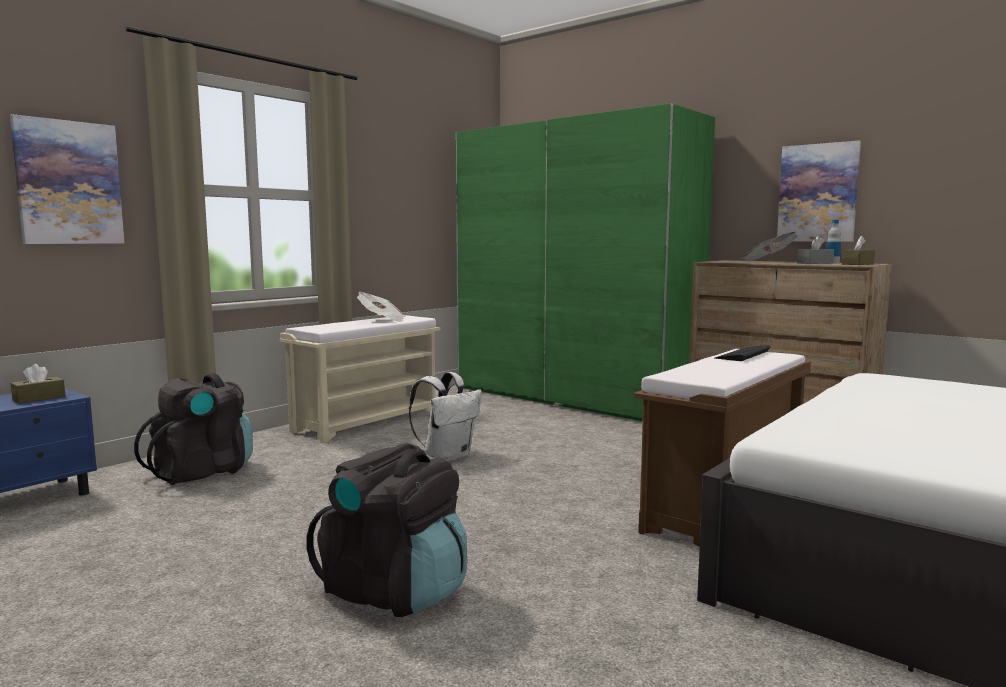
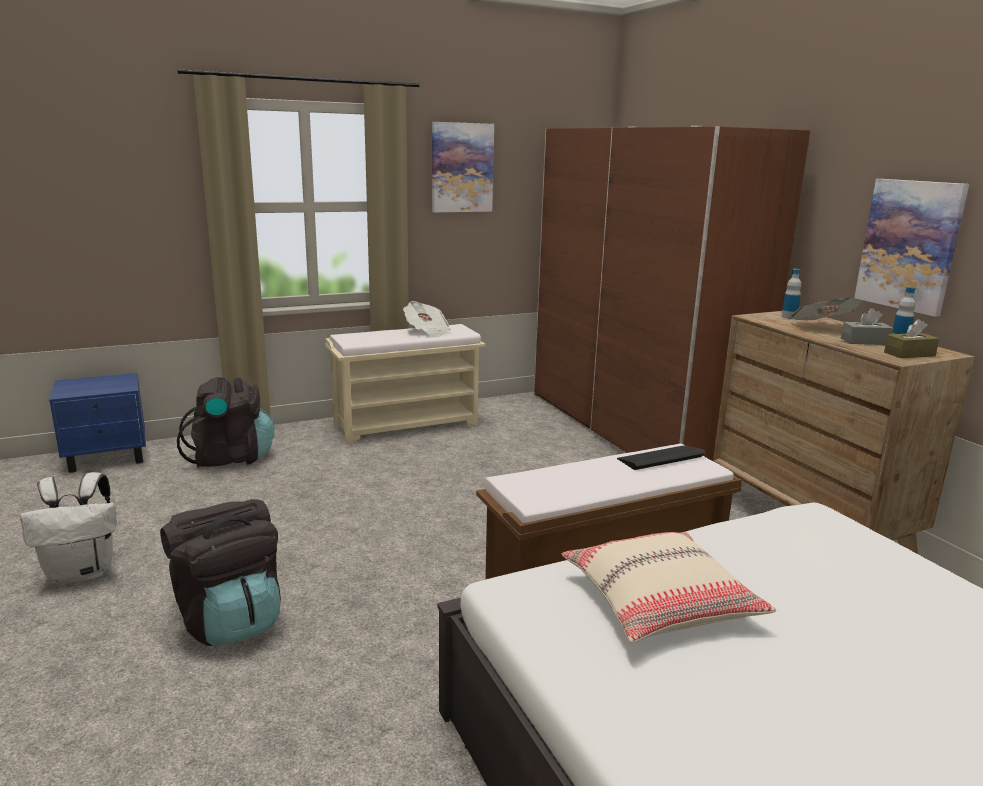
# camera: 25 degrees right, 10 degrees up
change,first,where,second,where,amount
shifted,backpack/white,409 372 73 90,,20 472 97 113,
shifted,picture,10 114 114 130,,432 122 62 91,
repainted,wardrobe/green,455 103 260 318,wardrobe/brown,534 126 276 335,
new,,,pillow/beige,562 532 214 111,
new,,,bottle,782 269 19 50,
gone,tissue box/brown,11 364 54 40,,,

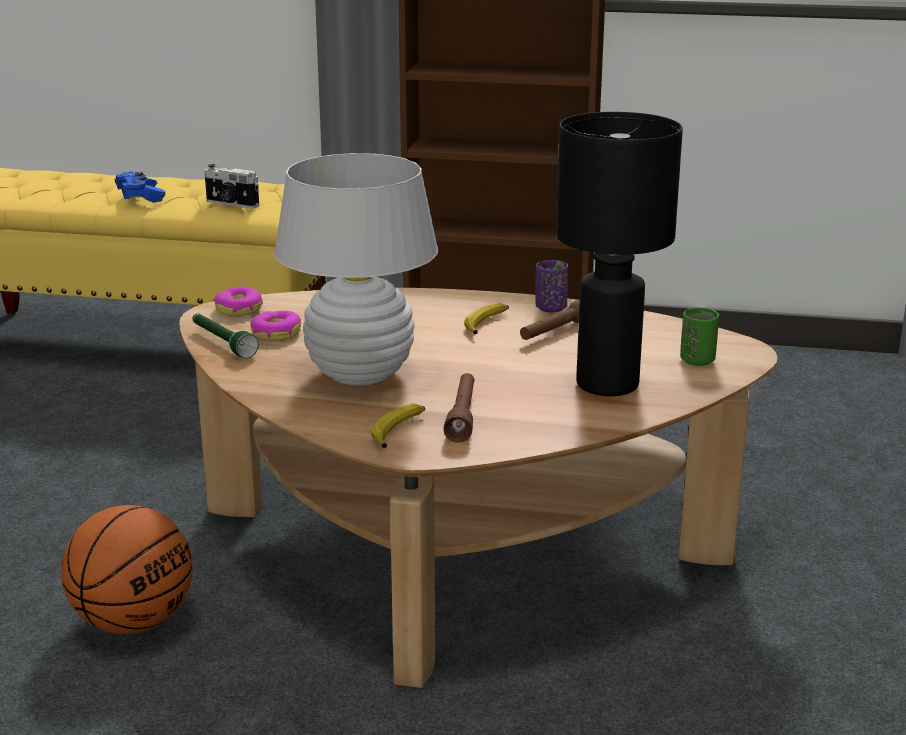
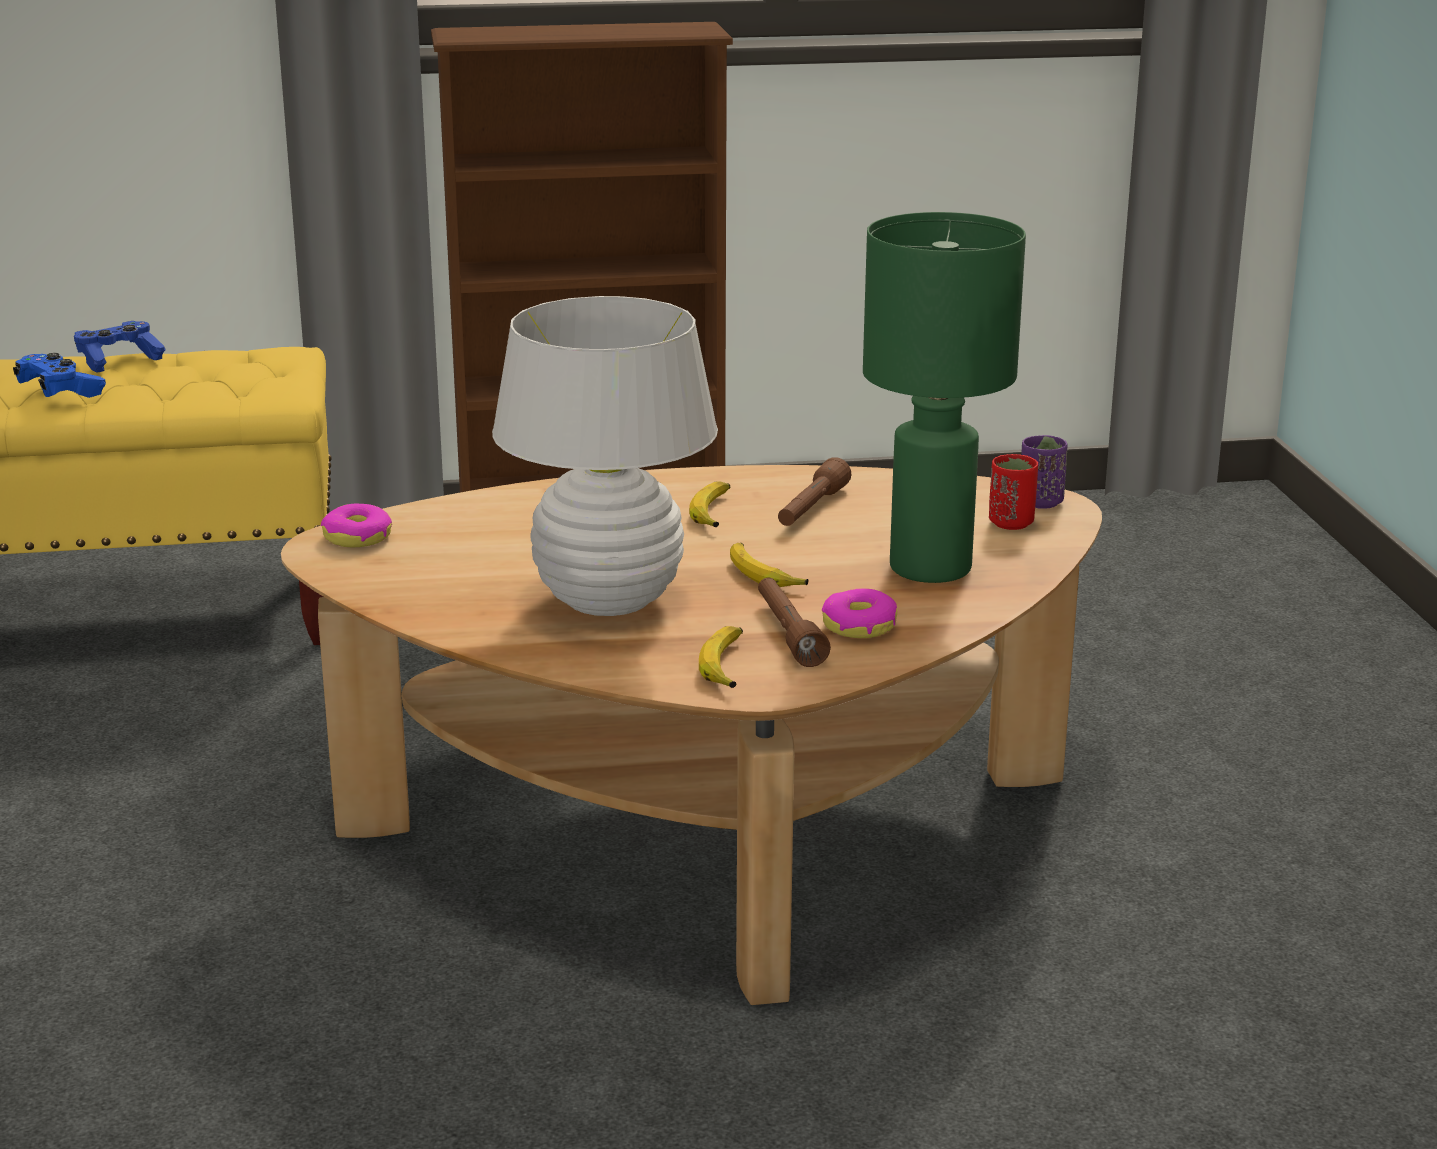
# camera: 20 degrees left, 0 degrees up
change,first,where,second,where,amount
new,,,game controller/blue,74 321 92 51,
new,,,banana,730 543 78 44,
shifted,donut,251 310 50 31,,822 588 75 50,
repainted,table lamp/black,556 112 127 284,table lamp/green,863 212 163 371,
repainted,cup/green,680 307 39 59,cup/red,989 454 49 76,
shifted,cup/purple,535 260 33 53,,1021 435 47 74,
gone,basketball,61 505 132 129,,,
gone,flashlight/green,192 314 67 44,,,
gone,photo camera,204 164 55 45,,,

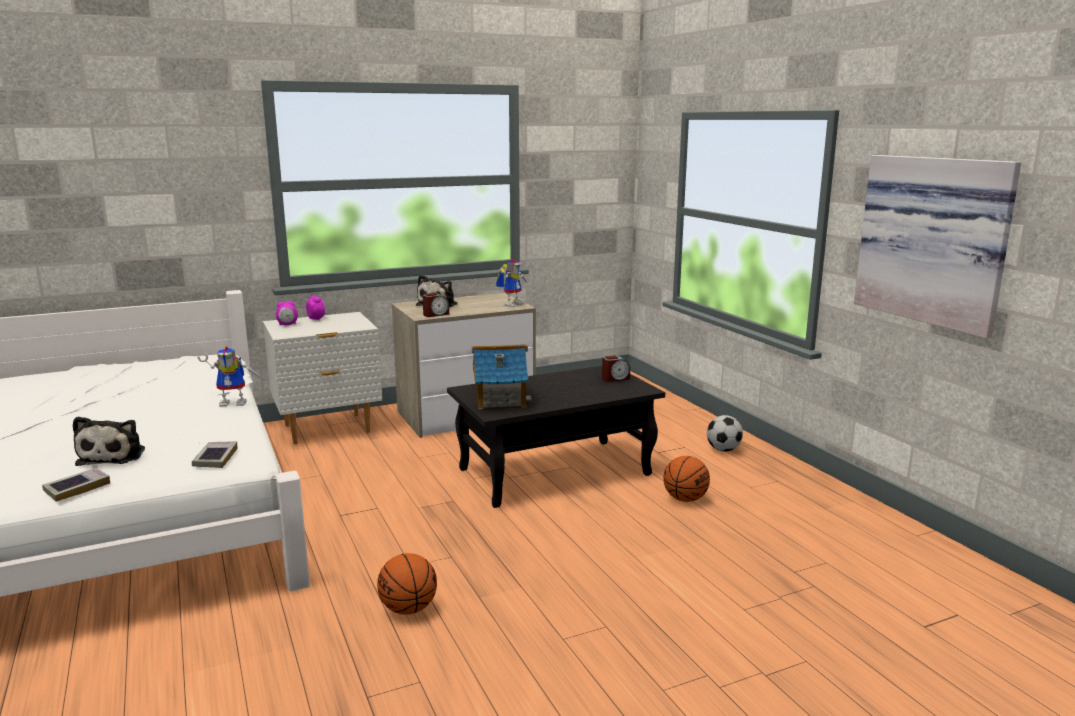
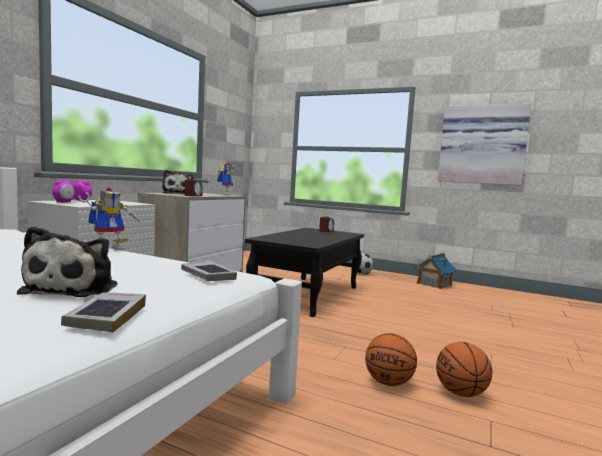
# camera: 40 degrees left, 10 degrees down
change,first,where,second,where,amount
rotated,plush toy,73 416 72 50,,17 226 100 71,45 degrees clockwise
shifted,toy house,472 344 60 65,,415 253 42 36,
shifted,basketball,663 456 47 46,,436 342 56 55,

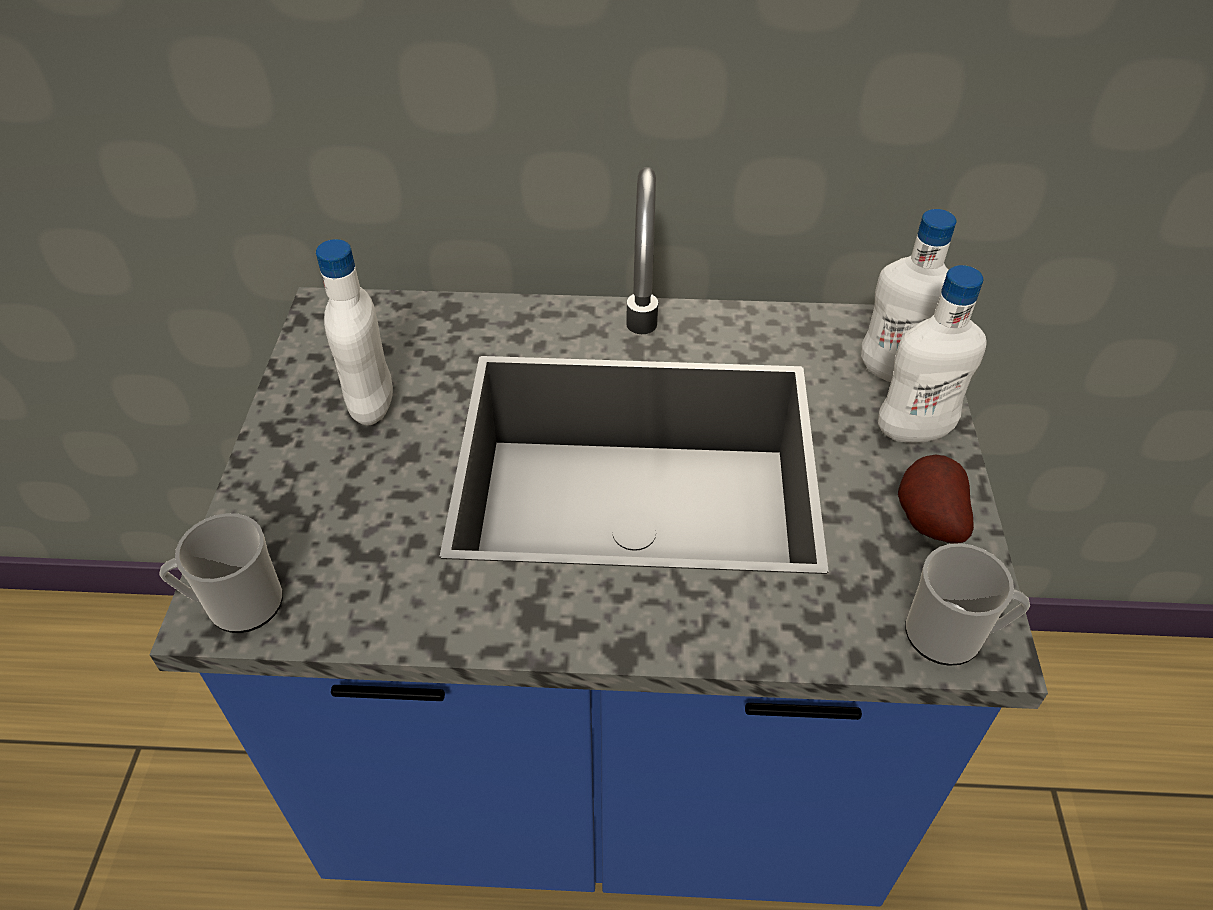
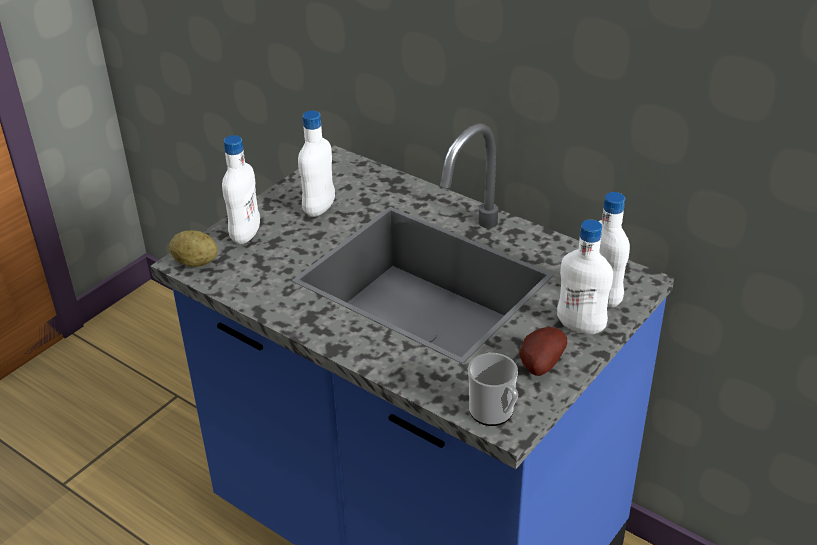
# camera: 35 degrees right, 10 degrees down
change,first,where,second,where,amount
swapped,mug,159 513 124 120,potato,169 230 49 37,
new,,,bottle/white,222 135 38 109,

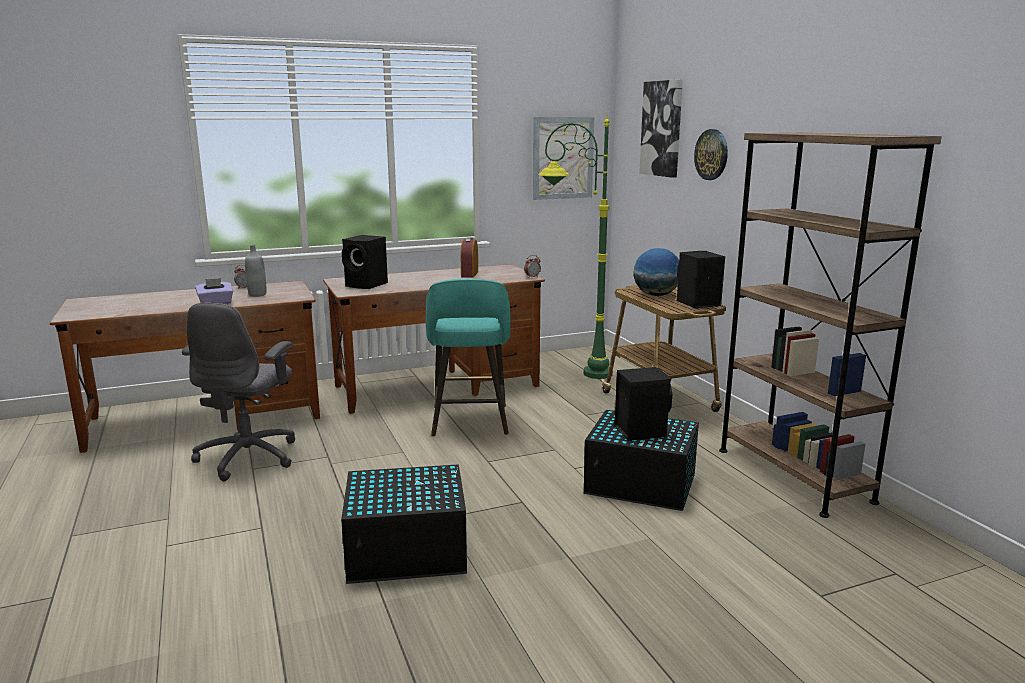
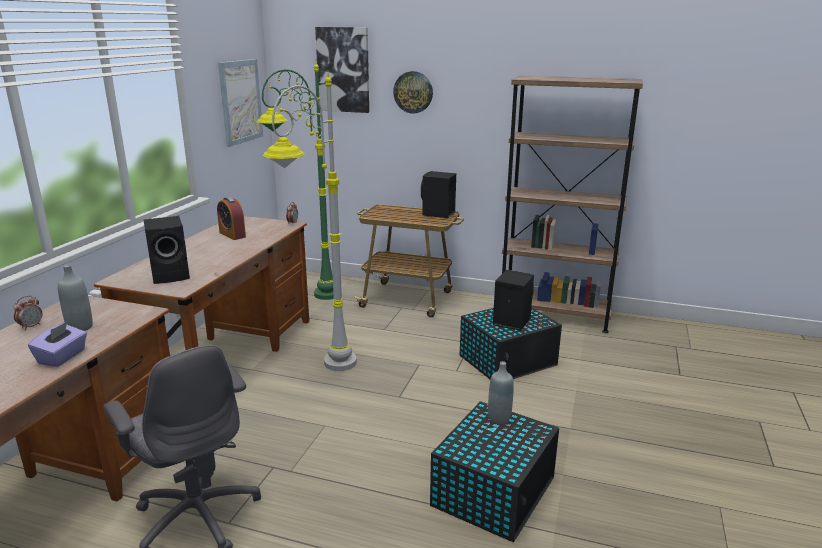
# camera: 50 degrees left, 5 degrees up
change,first,where,second,where,amount
swapped,stool/turquoise,426 279 85 157,floor lamp/grey,263 70 94 301,
new,,,bottle/grey,488 361 26 63,
gone,globe,633 248 46 48,,,

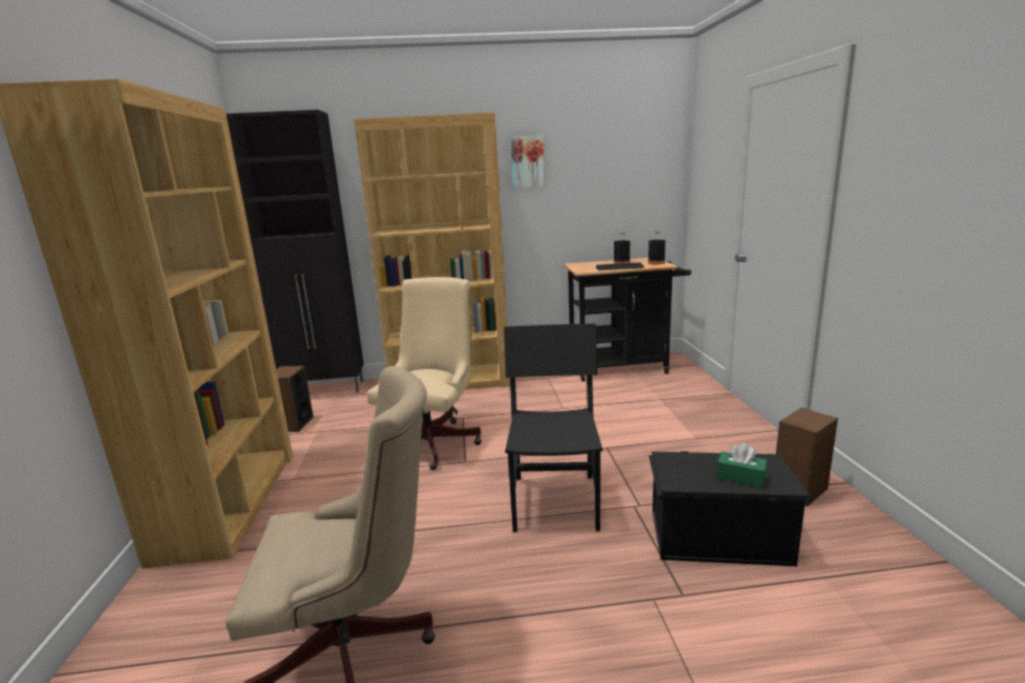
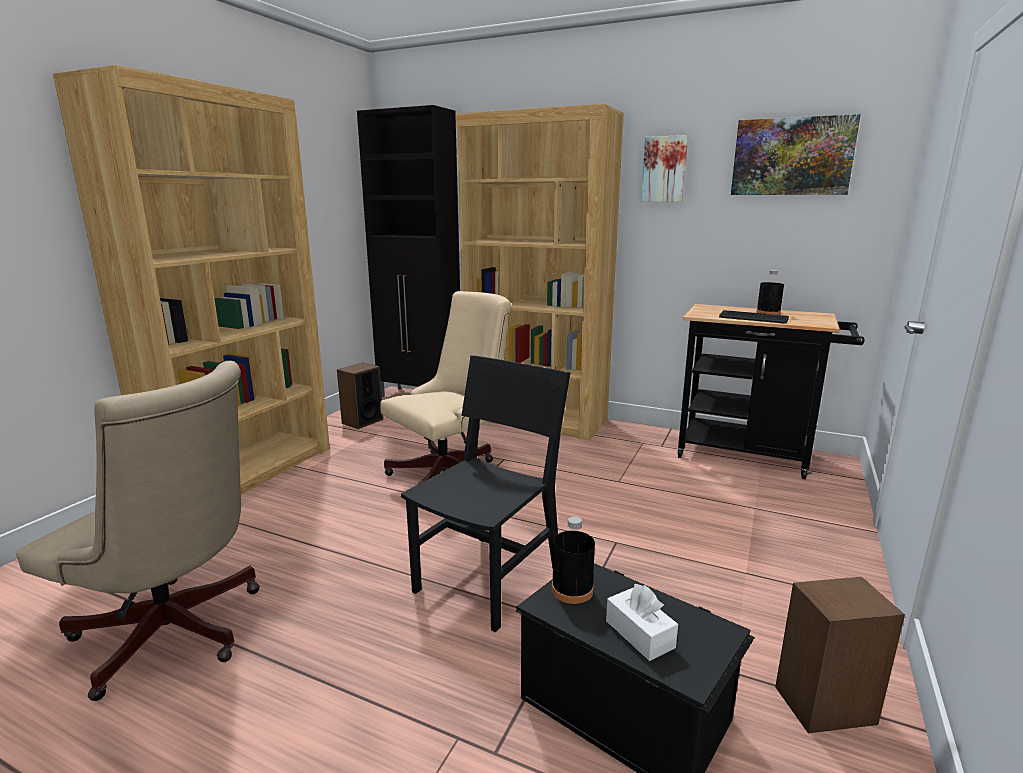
# camera: 30 degrees right, 0 degrees up
change,first,where,second,where,amount
shifted,bottle/black,648 231 17 34,,552 516 43 88,
repainted,tissue box/green,717 443 50 45,tissue box/white,606 584 72 77,
new,,,picture,731 114 130 81,

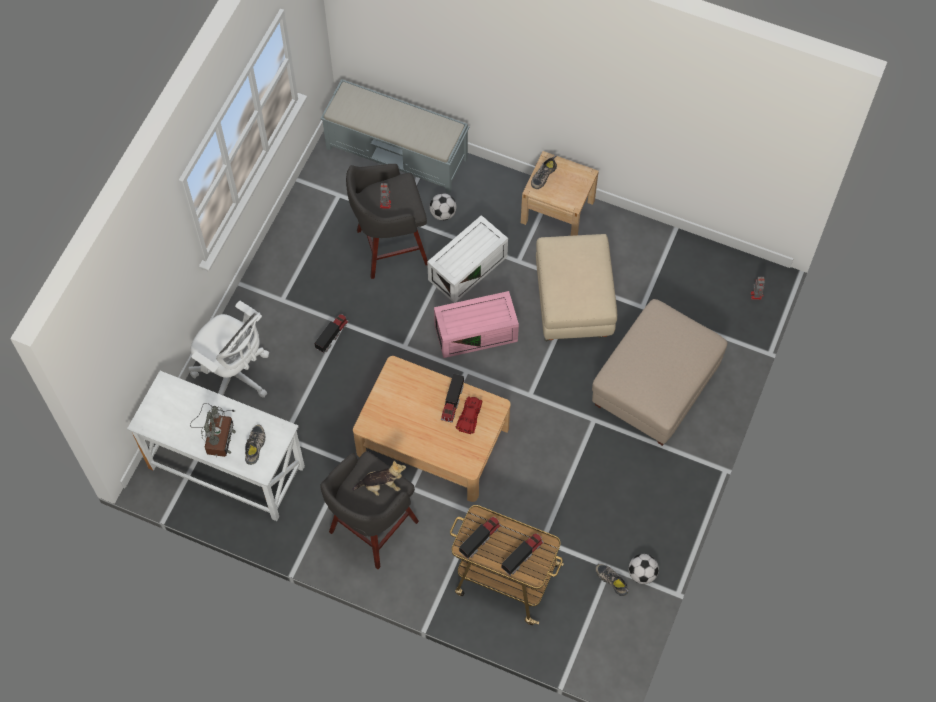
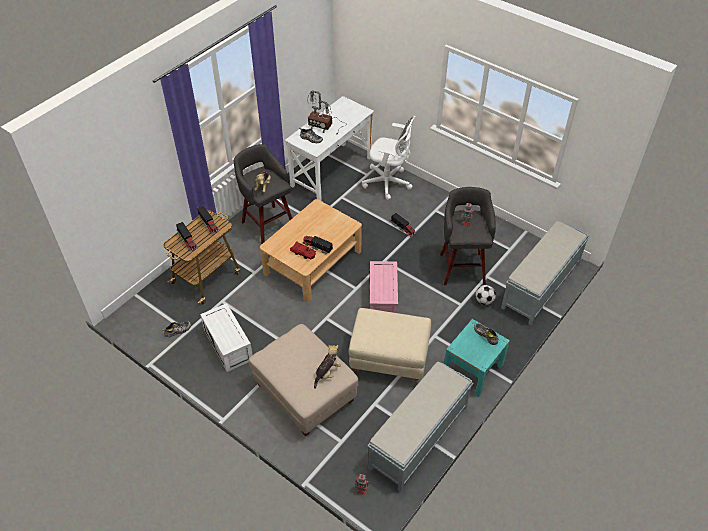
# camera: 105 degrees right, 15 degrees down
change,first,where,second,where,amount
shifted,storage box/white,427 215 81 88,,200 303 52 69,
new,,,plush toy,314 345 27 44,
rotated,office chair/white,188 301 81 97,,362 116 53 84,120 degrees counterclockwise
new,,,bench/grey,367 362 106 130,
repainted,nightstand/beige,521 151 78 85,nightstand/turquoise,444 319 66 78,
gone,football,628 554 31 30,,,

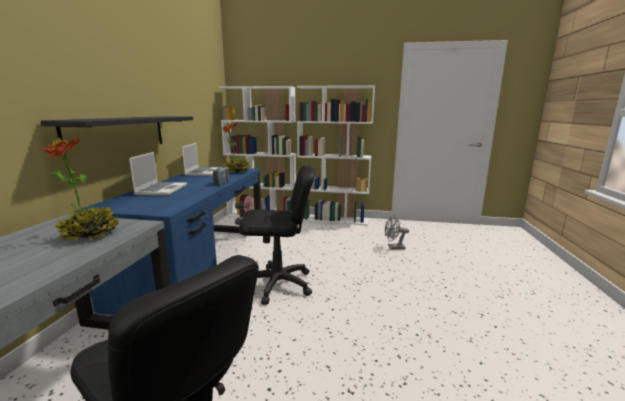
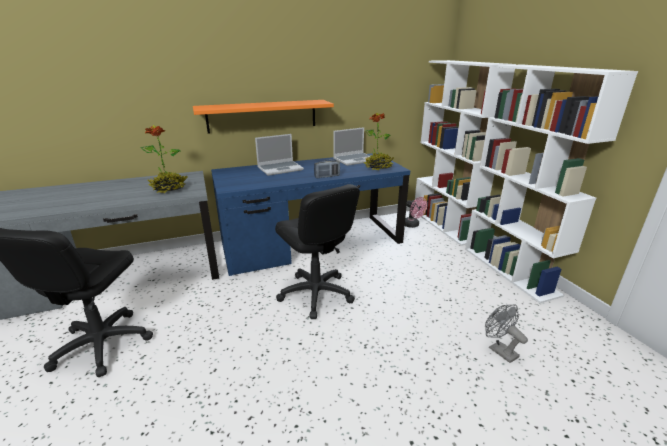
# camera: 60 degrees right, 10 degrees up
change,first,where,second,where,amount
repainted,shelf/black,41 116 152 43,shelf/orange,193 100 141 34,

